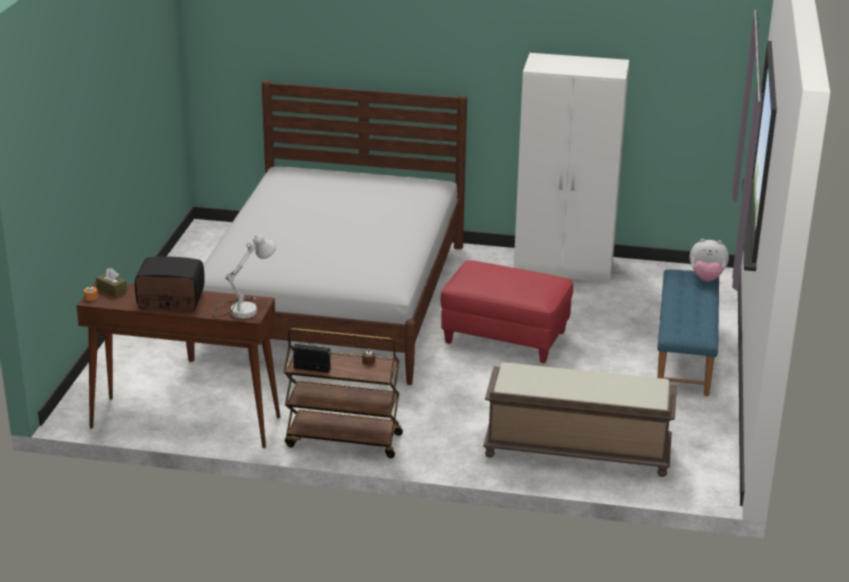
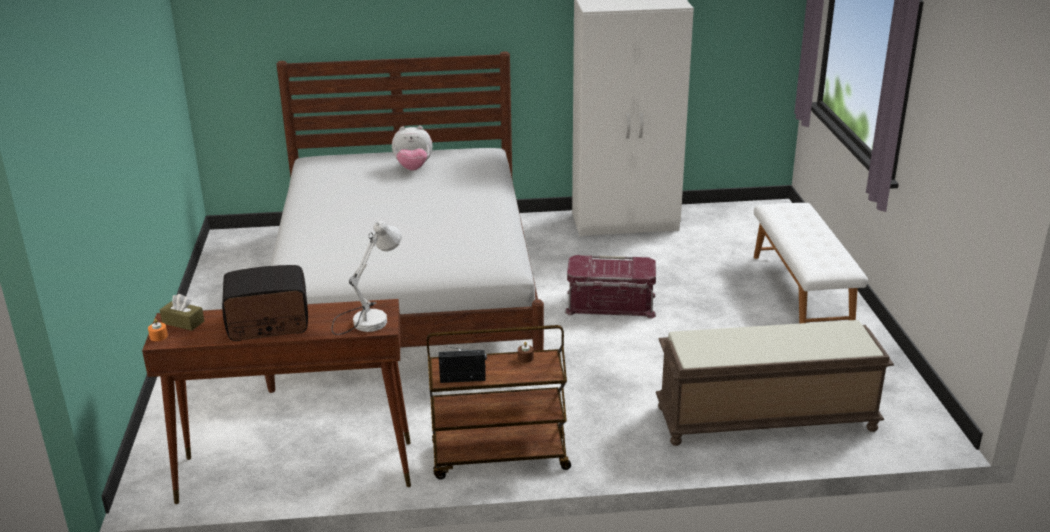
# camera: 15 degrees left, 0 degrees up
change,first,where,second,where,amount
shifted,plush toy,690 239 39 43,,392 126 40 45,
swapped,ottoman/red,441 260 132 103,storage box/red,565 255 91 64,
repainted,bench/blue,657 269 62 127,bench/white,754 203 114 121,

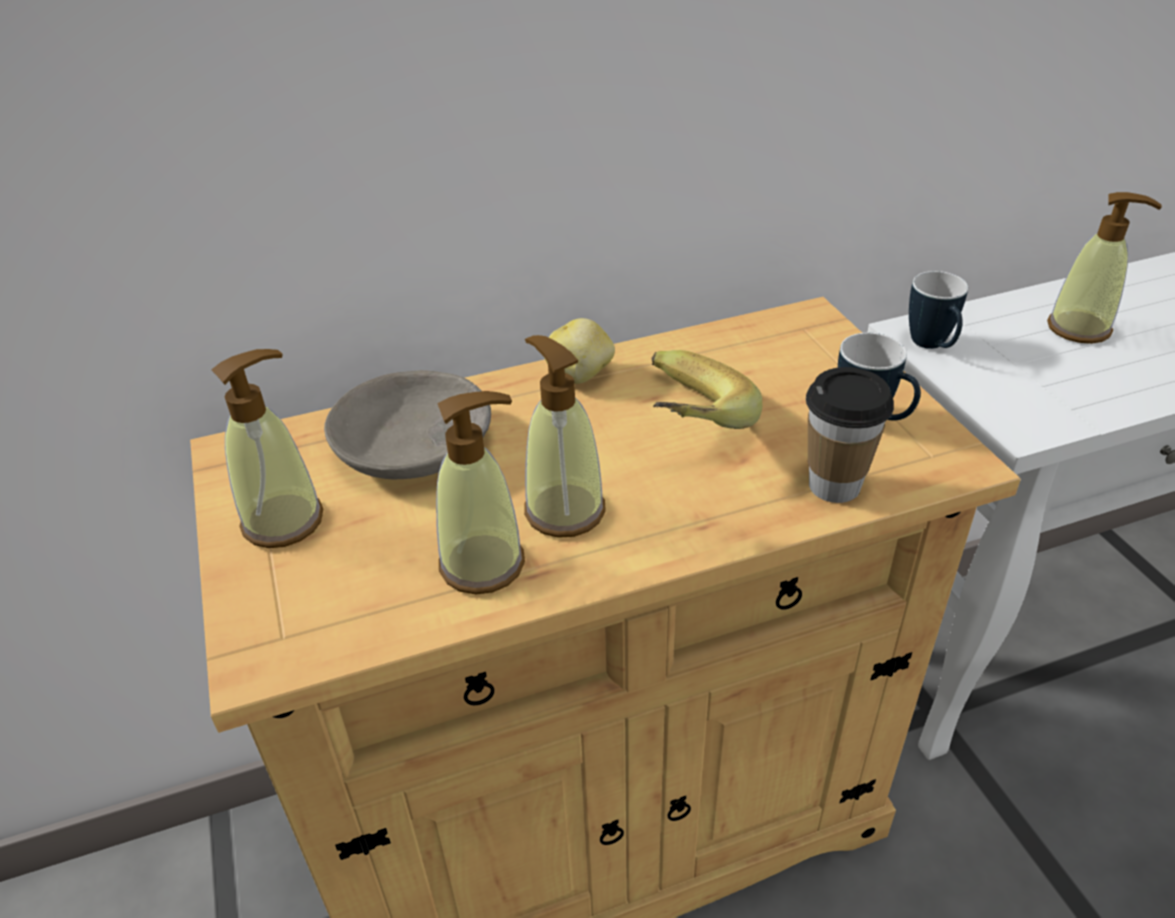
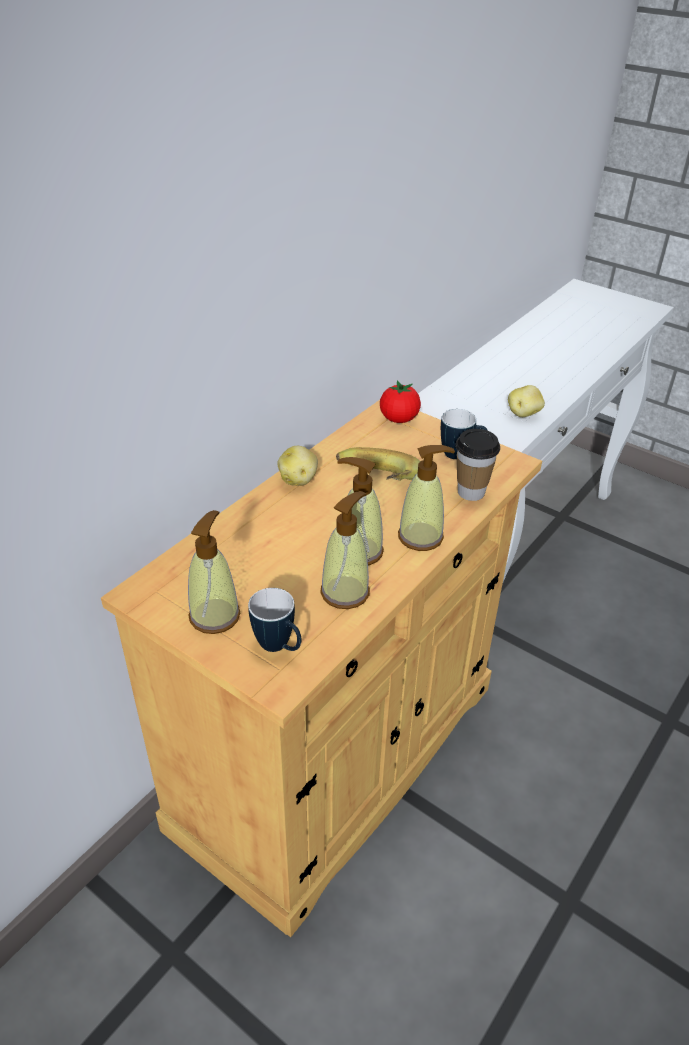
# camera: 35 degrees left, 0 degrees up
change,first,where,second,where,amount
shifted,mug,909 271 59 78,,248 588 53 64,
new,,,tomato,380 380 41 43,
shifted,soap dispenser,1047 192 115 152,,398 445 57 106,
new,,,potato,508 385 37 32,
gone,bowl/grey,324 370 167 109,,,

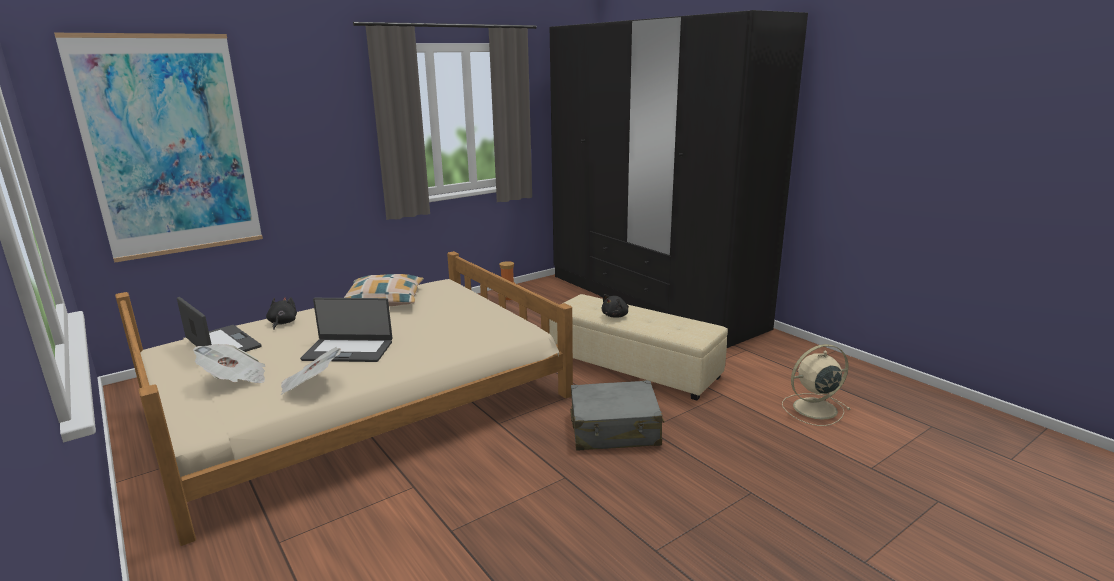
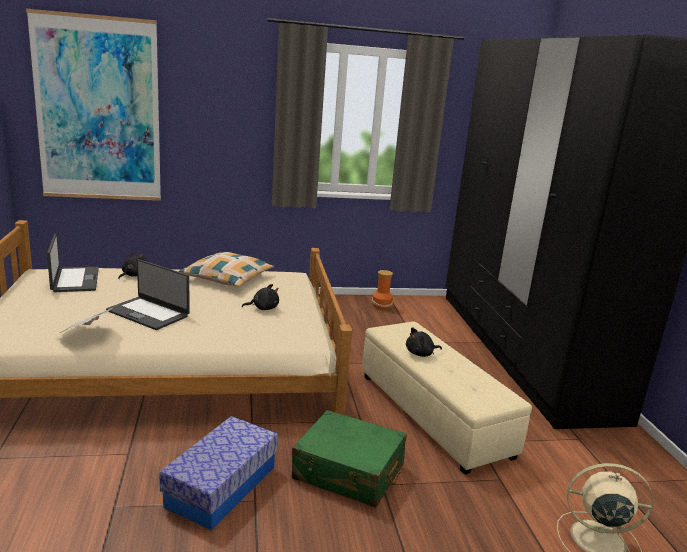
# camera: 25 degrees right, 0 degrees up
change,first,where,second,where,amount
new,,,storage box,159 416 119 114,
new,,,plush toy/black,242 284 37 26,
repainted,suitcase/grey,570 380 95 71,suitcase/green,292 410 115 98,
gone,newspaper,193 344 72 39,,,

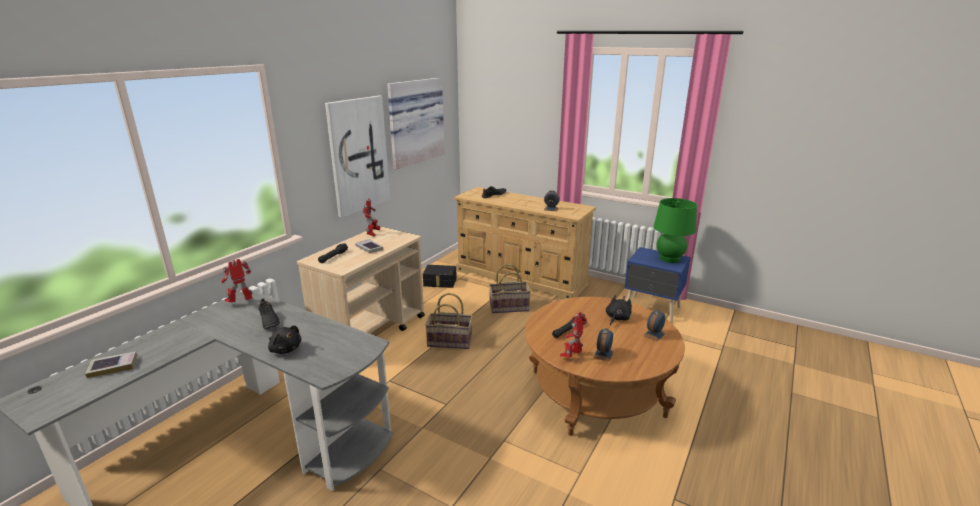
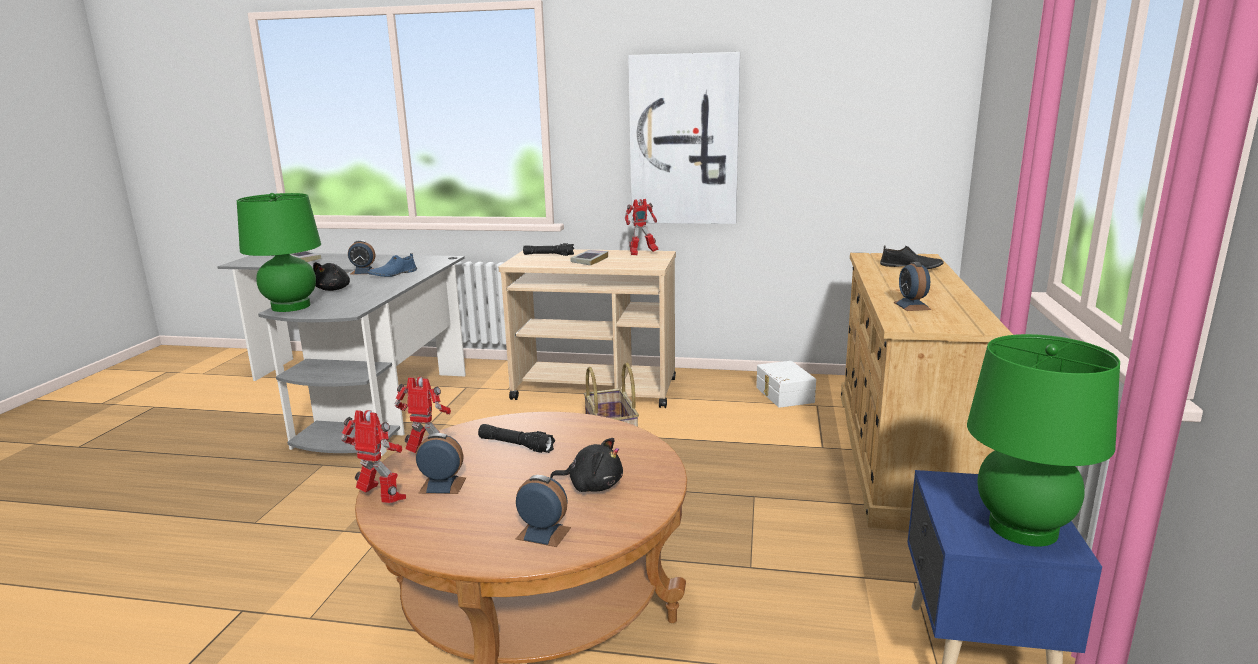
# camera: 70 degrees right, 5 degrees down
change,first,where,second,where,amount
new,,,table lamp/green,237 193 84 119,
shifted,toy robot,221 259 31 43,,341 410 65 93,
new,,,alarm clock,348 240 27 35,
repainted,shoe/black,258 298 22 31,shoe/blue,368 253 49 24,
repainted,storage box/black,423 265 34 23,storage box/white,756 361 60 47,
gone,picture,387 78 58 92,,,
gone,basket,489 264 42 49,,,

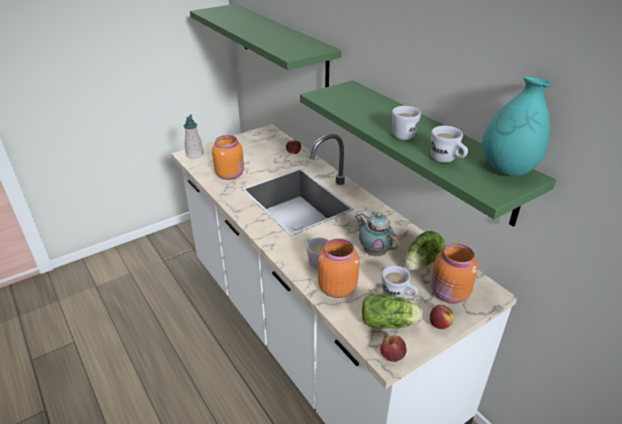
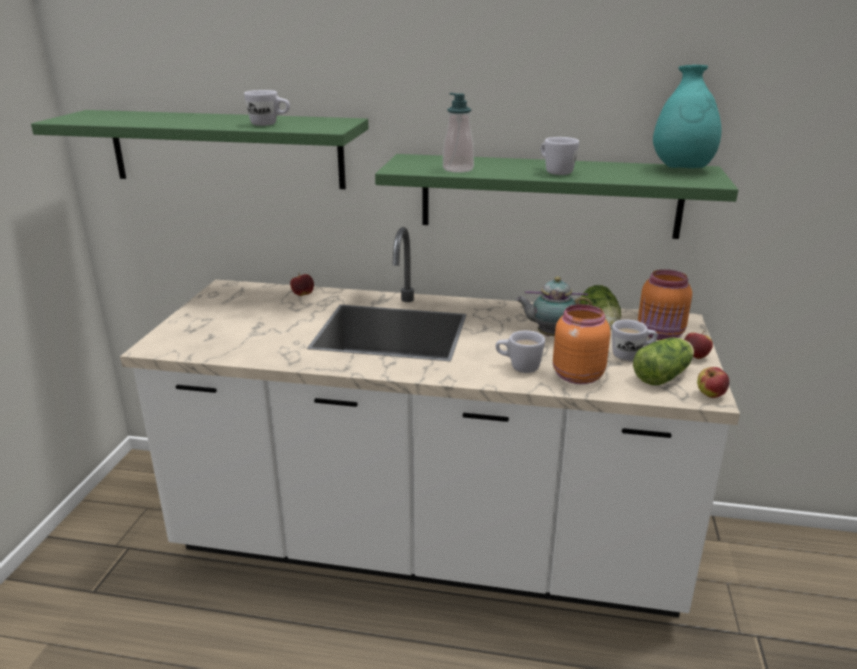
# camera: 45 degrees left, 10 degrees down
change,first,where,second,where,amount
shifted,mug/white,431 126 37 37,,244 90 46 36,
shifted,soap dispenser,184 114 20 45,,443 93 31 80,
gone,jar/orange,212 135 32 45,,,

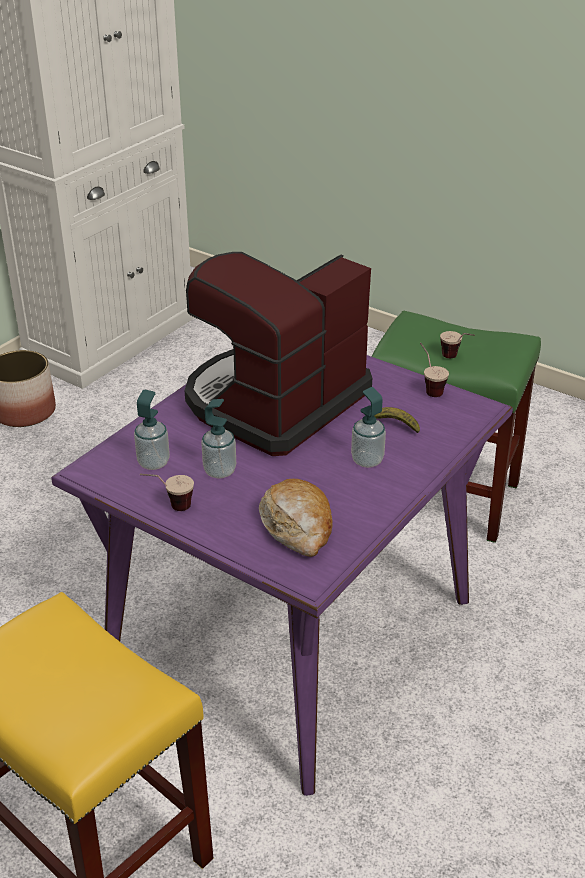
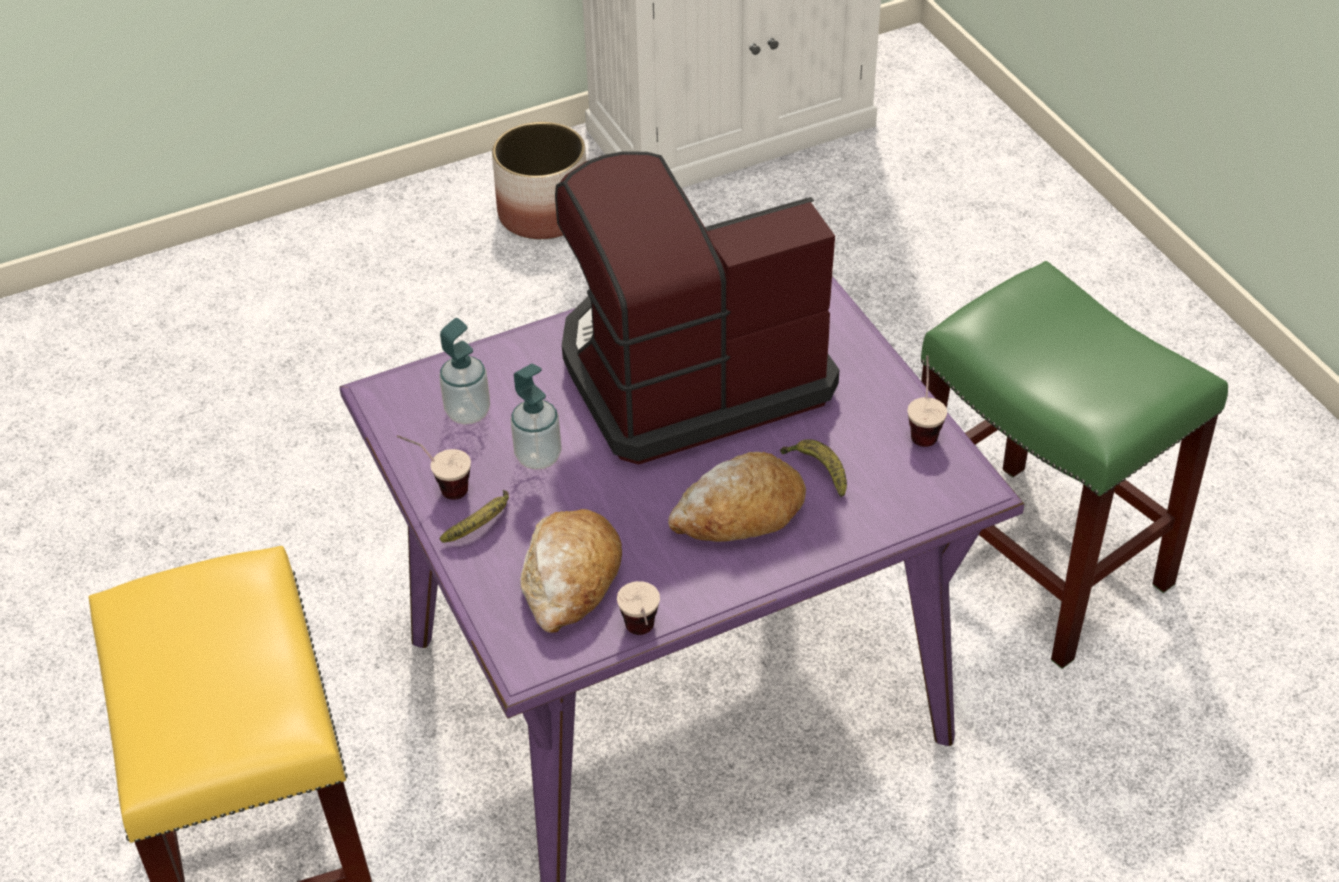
# camera: 30 degrees right, 10 degrees up
change,first,where,second,where,amount
new,,,banana,440 490 69 53,
shifted,cup,440 331 34 27,,617 581 43 54,
swapped,soap dispenser,351 387 35 81,bread,668 452 138 90,

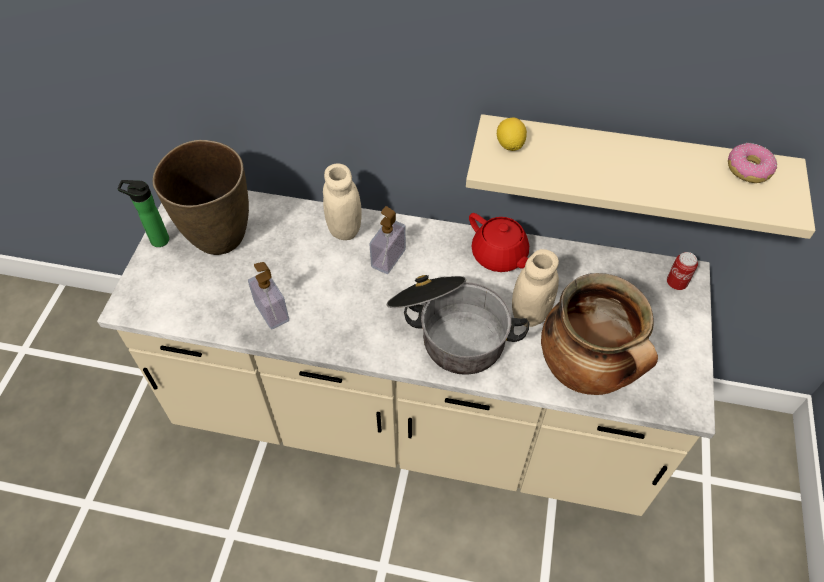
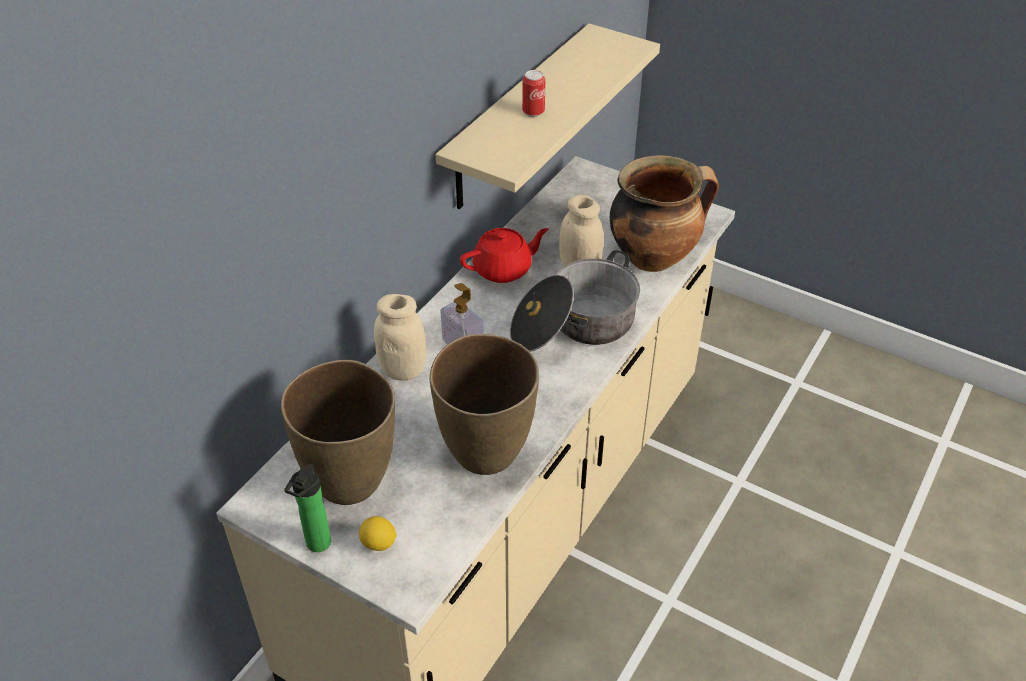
# camera: 70 degrees left, 10 degrees down
change,first,where,second,where,amount
shifted,lemon,497 118 30 33,,359 516 38 35,
swapped,soap dispenser,248 262 41 68,vase/brown,430 334 109 141,
shifted,can,667 252 31 38,,522 70 24 47,
gone,donut,728 143 49 40,,,

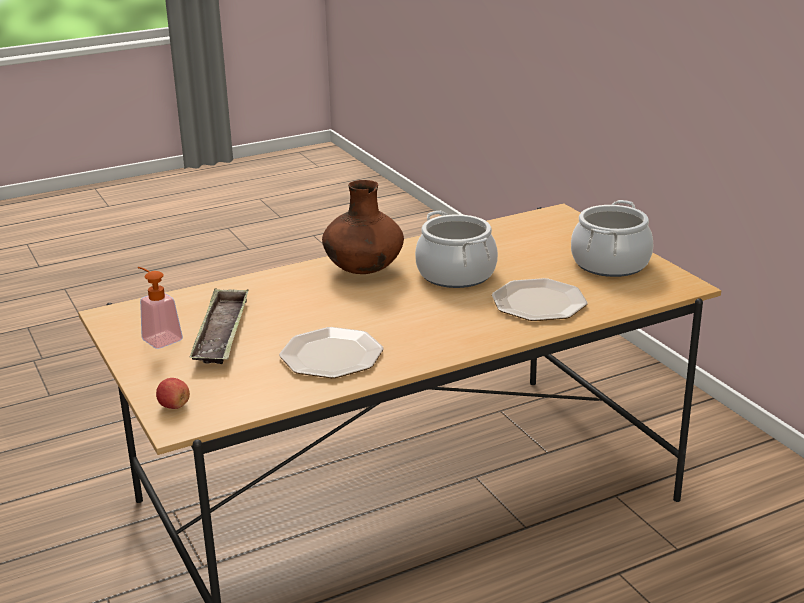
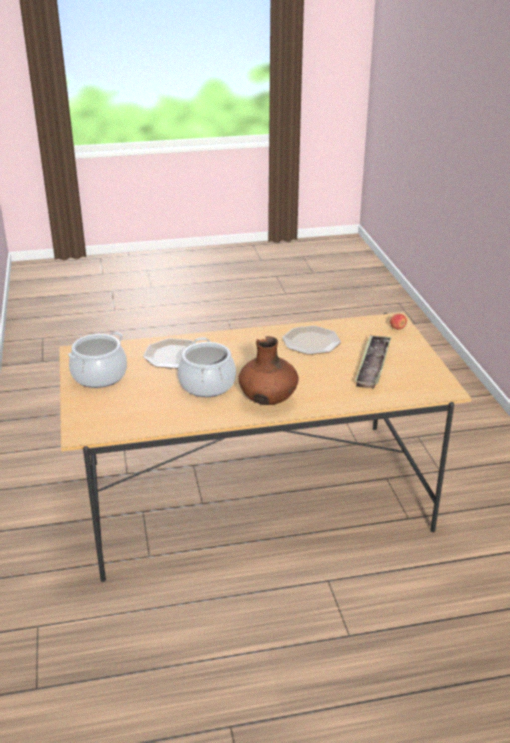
# camera: 165 degrees left, 5 degrees up
change,first,where,second,where,amount
gone,soap dispenser,138 267 45 82,,,

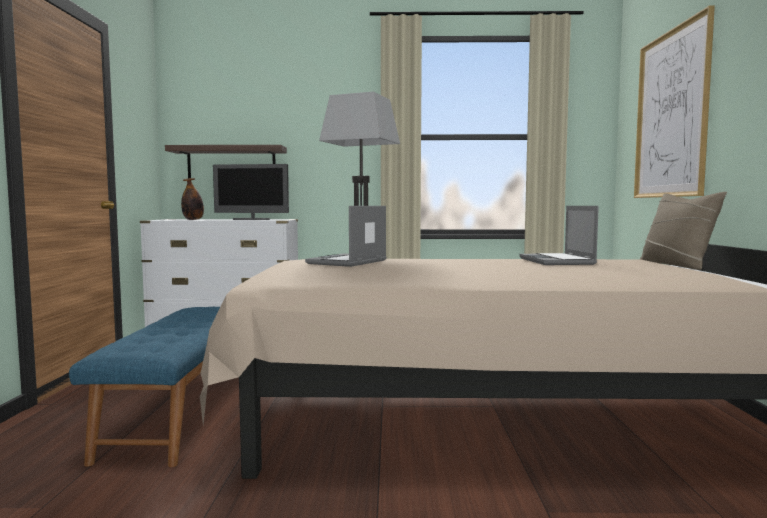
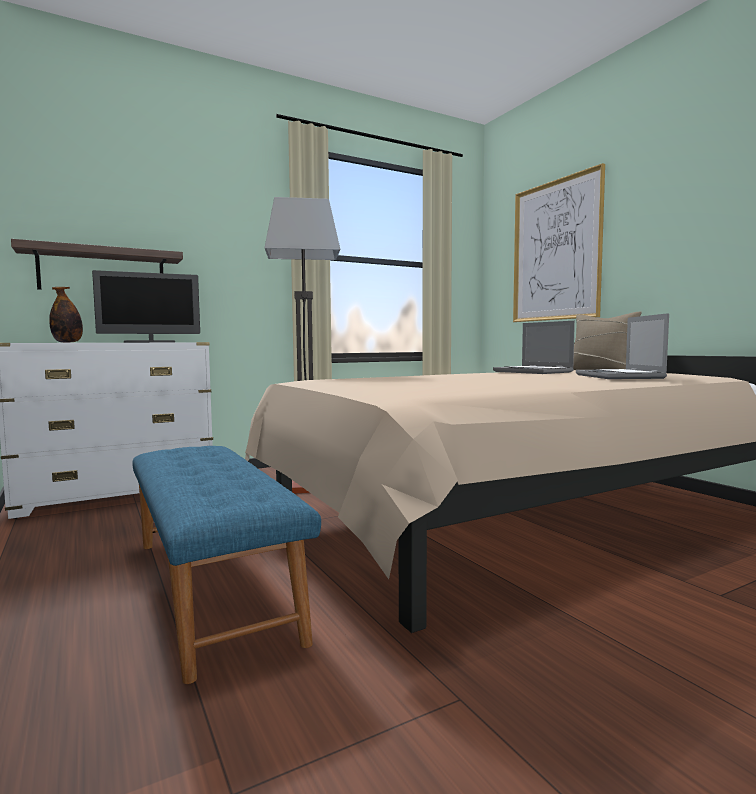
# camera: 30 degrees left, 0 degrees up
change,first,where,second,where,amount
shifted,laptop,305 206 82 61,,576 313 93 66,

